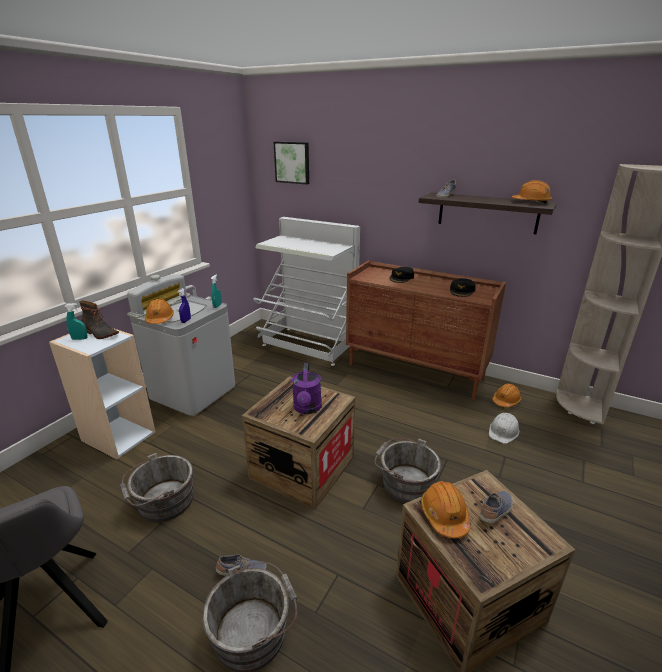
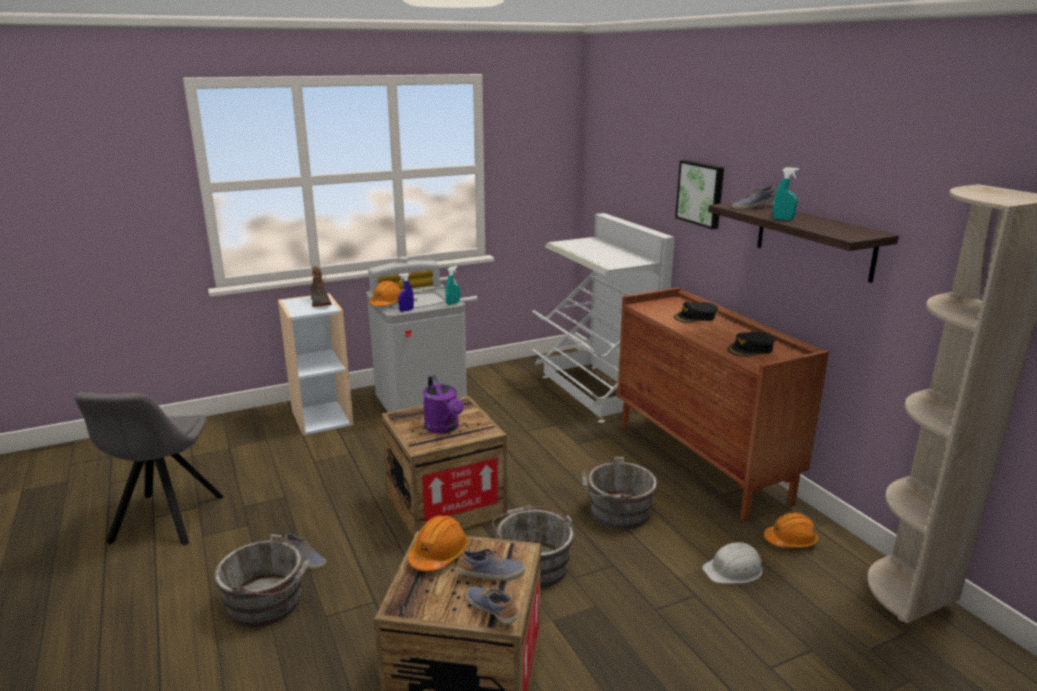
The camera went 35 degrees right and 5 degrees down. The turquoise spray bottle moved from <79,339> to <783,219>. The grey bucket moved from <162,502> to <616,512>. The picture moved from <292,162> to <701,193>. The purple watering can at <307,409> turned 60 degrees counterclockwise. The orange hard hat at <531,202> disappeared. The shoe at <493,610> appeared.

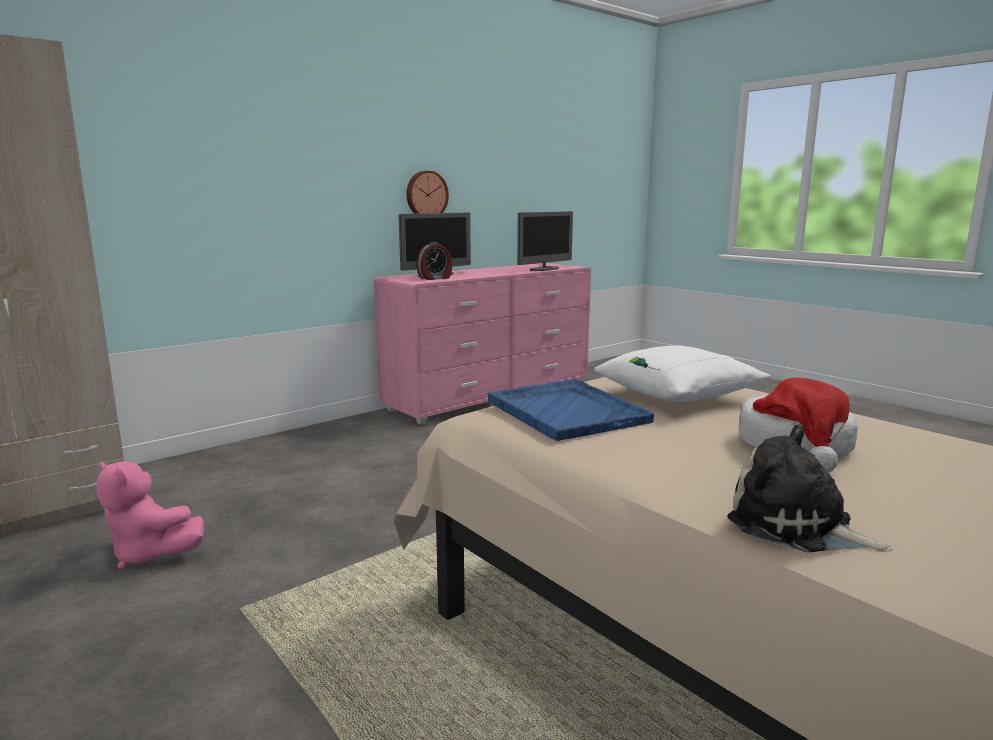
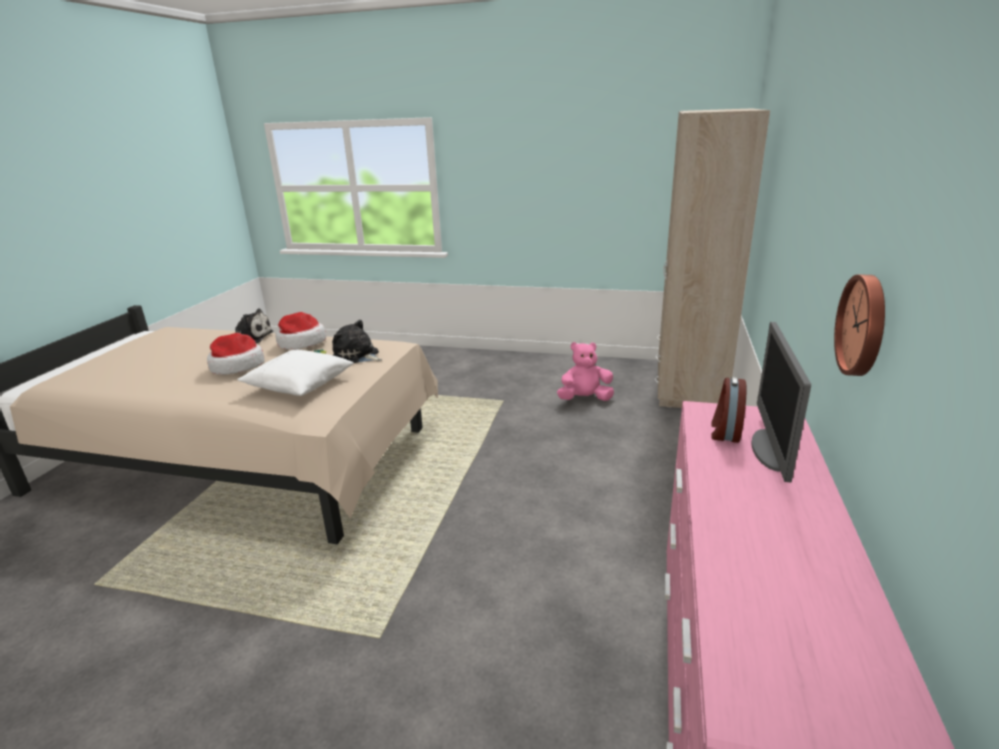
The camera went 145 degrees right and 10 degrees up. The blue tray at <565,411> was replaced by the plush toy at <357,356>. The monitor at <544,269> disappeared. The hat at <301,343> appeared.

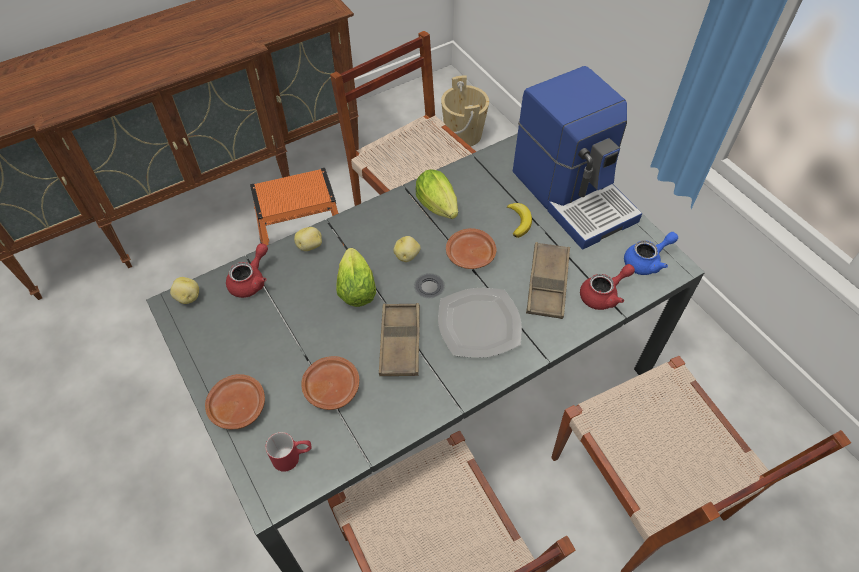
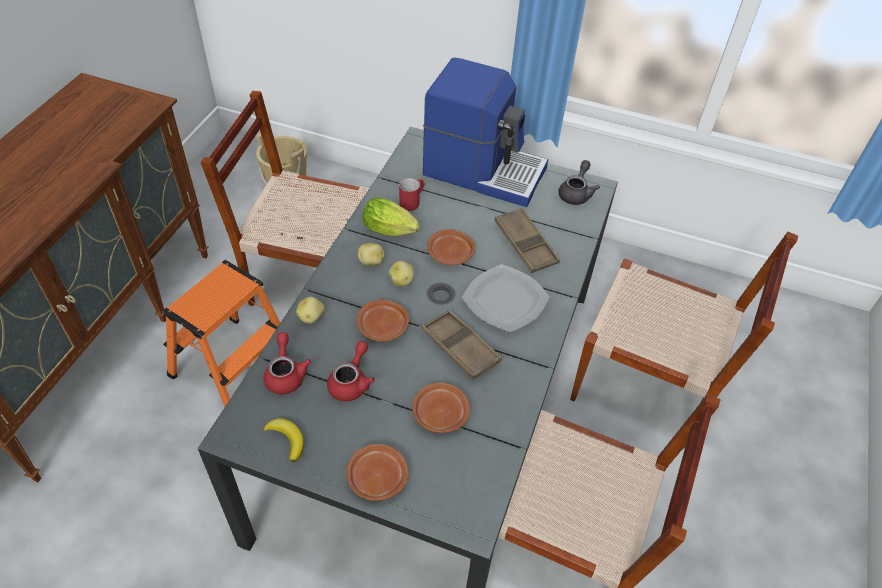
The camera went 40 degrees left and 5 degrees down. The potato moved from <188,297> to <371,262>. The red mug moved from <293,457> to <412,201>. The lettuce at <356,286> was replaced by the brown plate at <383,327>. The banana moved from <519,221> to <287,439>. The red teapot moved from <603,295> to <351,382>. The blue teapot at <646,261> became the grey teapot at <576,193>.

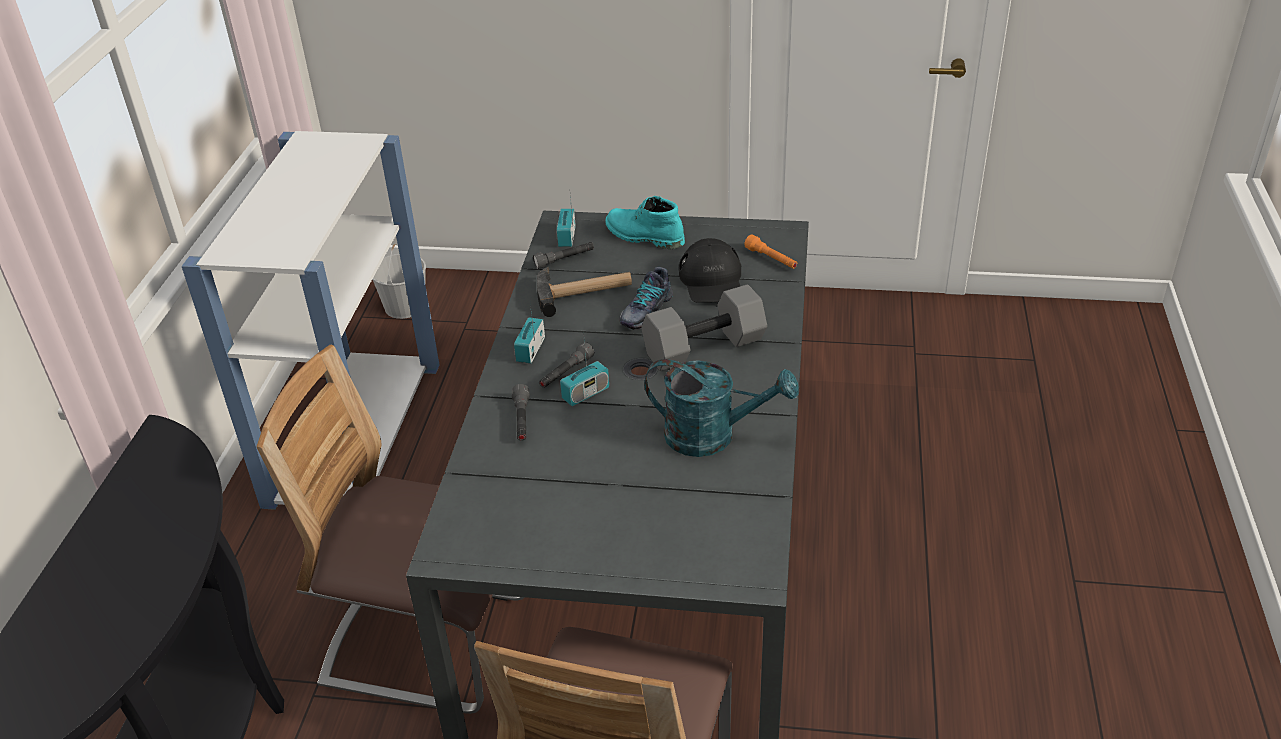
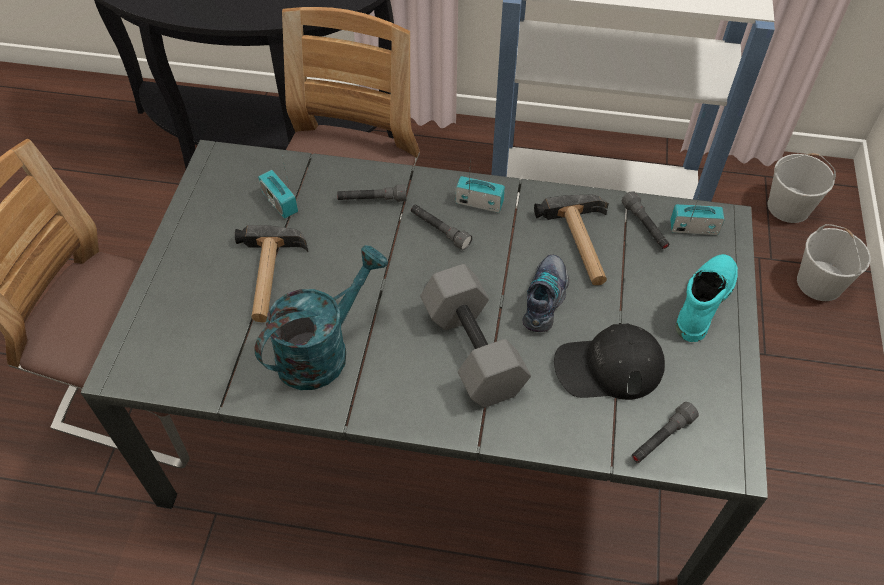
The camera went 90 degrees right and 15 degrees up. The radio moved from <586,393> to <279,203>. The shoe at <645,311> turned 75 degrees clockwise. The turquoise watering can at <713,436> turned 150 degrees counterclockwise. The orange flashlight at <771,259> became the grey flashlight at <661,438>. The hammer at <268,278> appeared. The white bucket at <820,283> appeared.

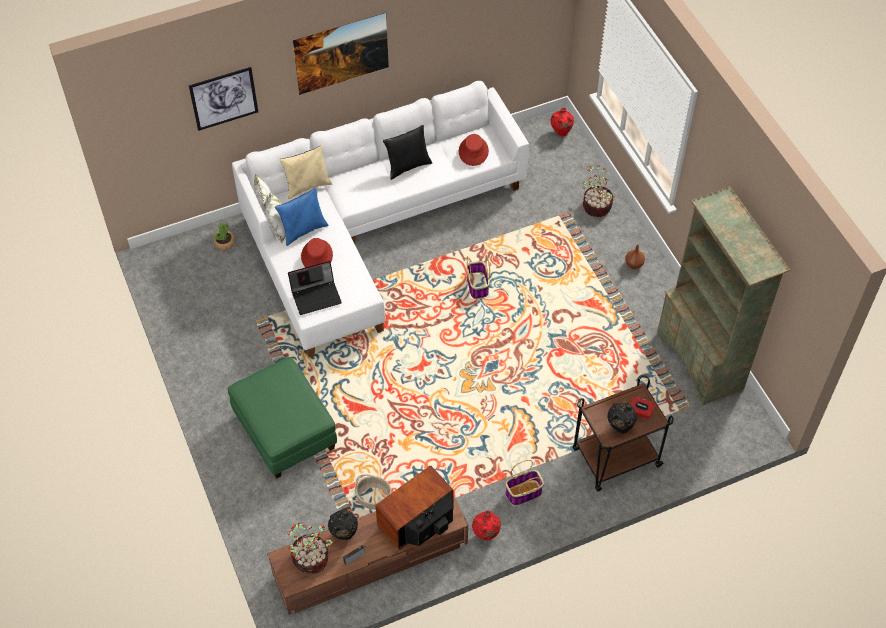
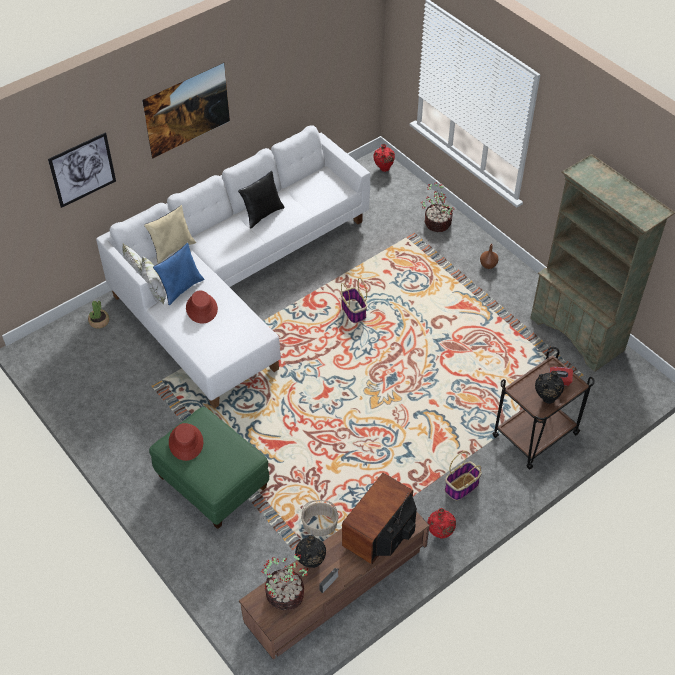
The camera went 15 degrees left and 5 degrees down. The laptop at <316,295> disappeared. The red hat moved from <473,151> to <186,442>.

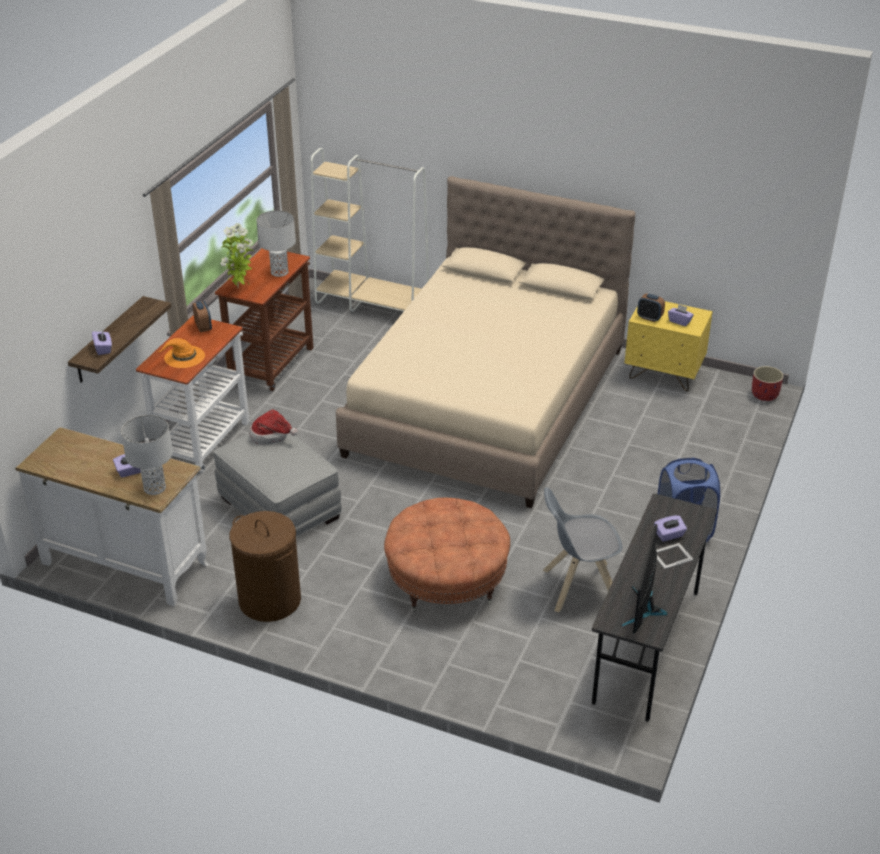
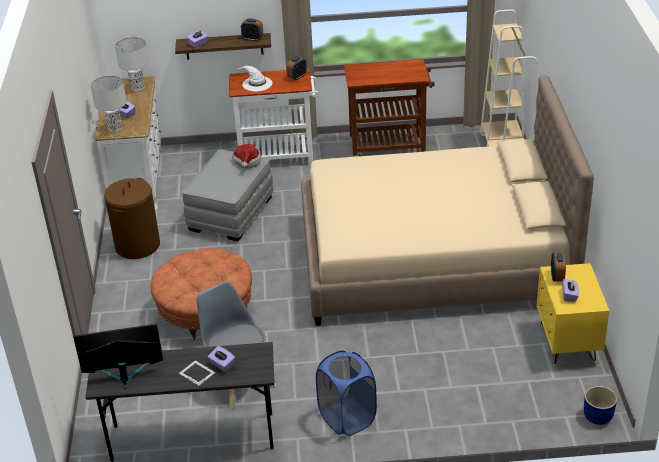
The camera went 65 degrees right and 0 degrees up. The orange hat at <184,357> became the white hat at <256,83>. The potted plant at <239,288> disappeared. The white table lamp moved from <279,272> to <137,88>. The red planter at <765,395> became the blue planter at <598,416>. The alarm clock at <252,39> appeared.

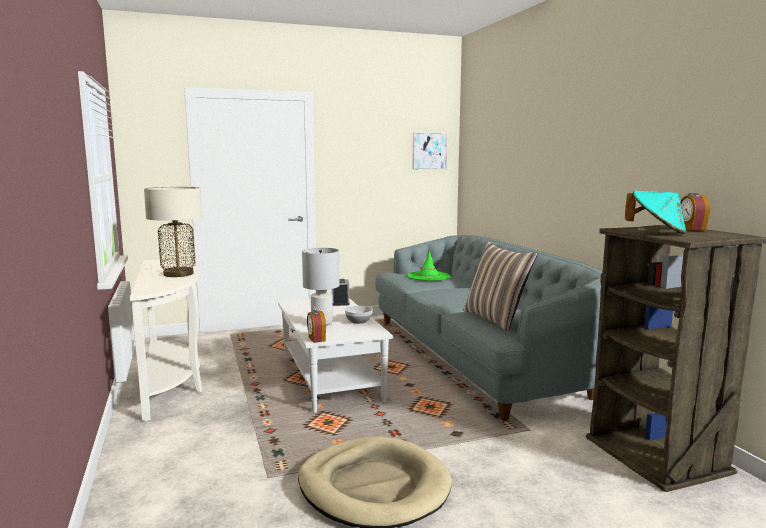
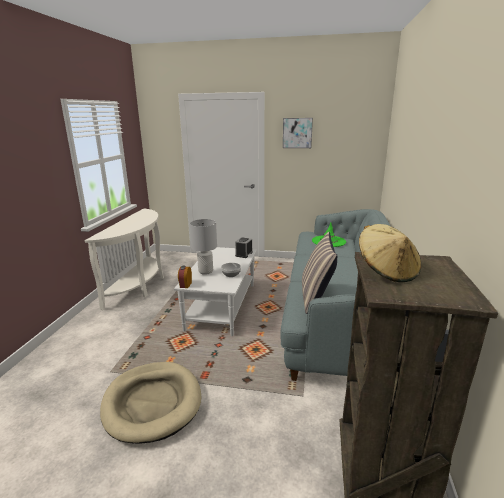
The camera went 30 degrees right and 10 degrees up. The table lamp at <178,274> disappeared. The picture moved from <429,151> to <297,133>. The turquoise hat at <656,232> became the beige hat at <387,271>. The alarm clock at <691,229> disappeared.

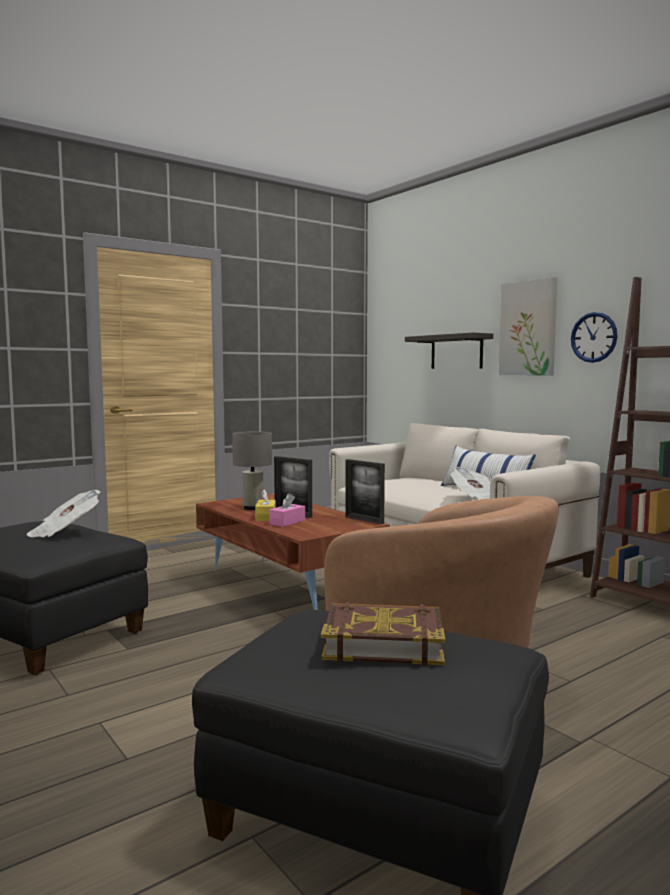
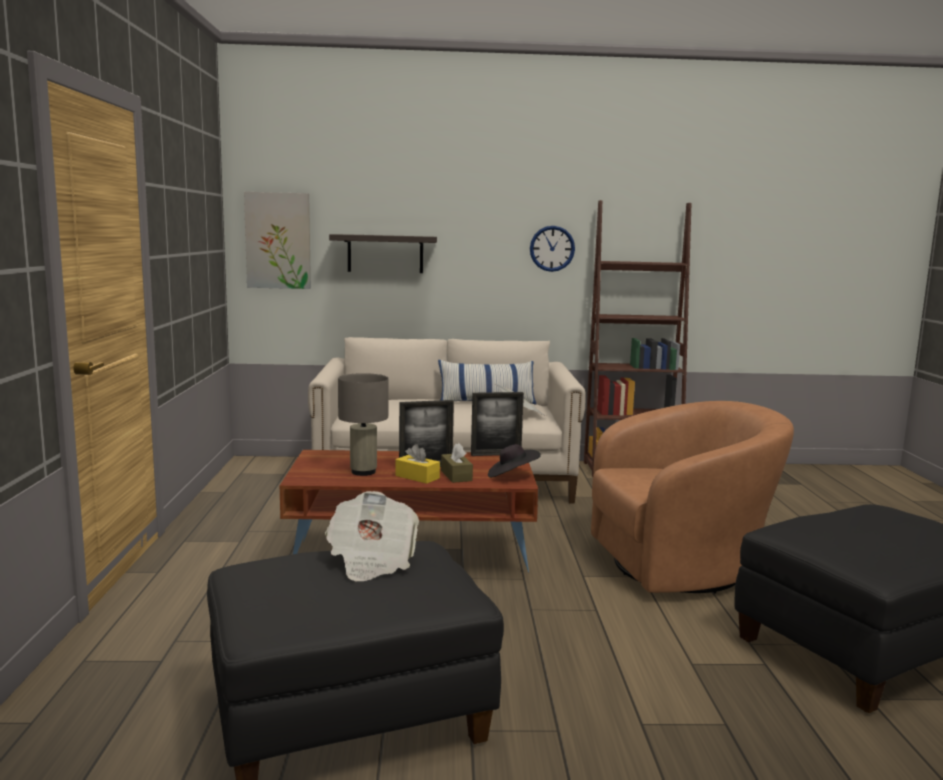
The camera went 55 degrees left and 5 degrees up. The pink tissue box at <287,522> became the brown tissue box at <456,476>. The book at <383,642> disappeared. The picture moved from <528,328> to <278,240>. The black hat at <512,476> appeared.

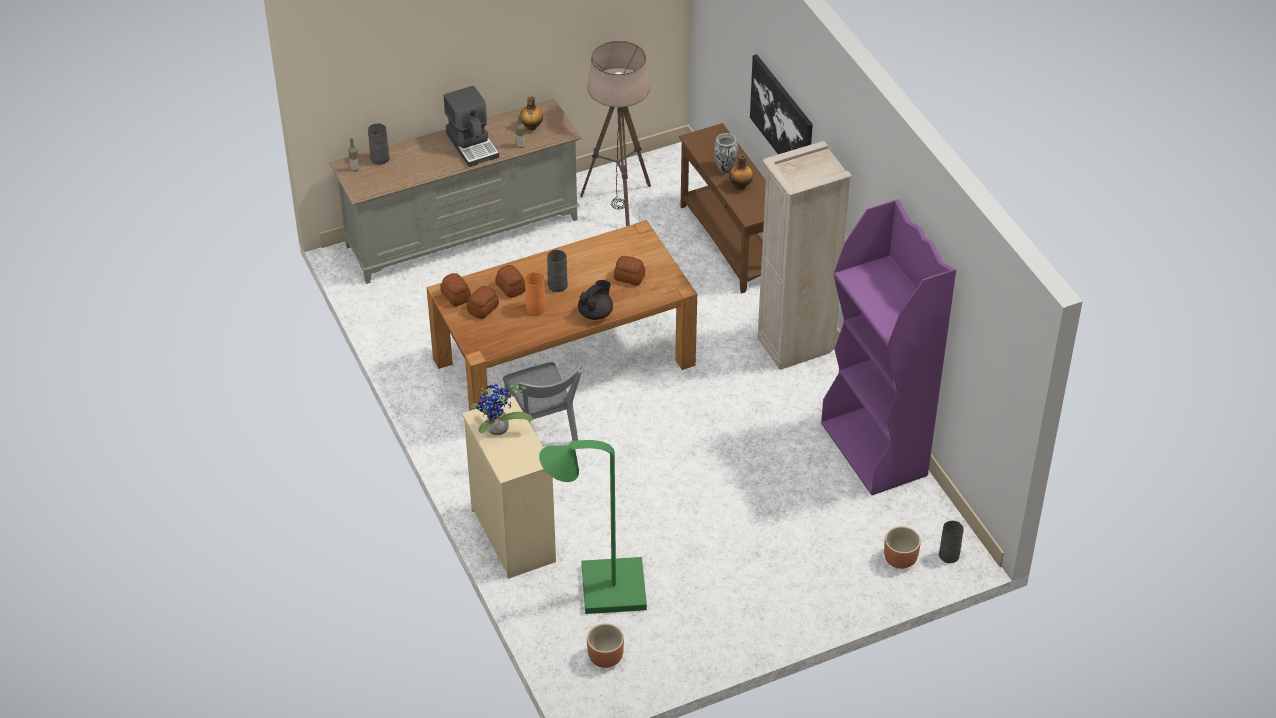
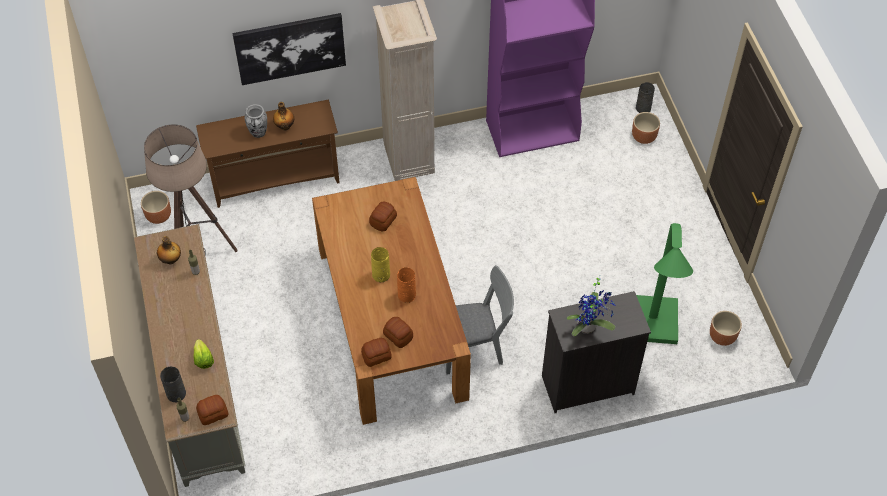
The camera went 80 degrees left and 10 degrees up. The coffee machine at <473,145> disappeared. The beige dresser at <513,535> became the black dresser at <586,384>. The bread moved from <511,287> to <212,413>. The grey vase at <557,285> became the yellow vase at <380,275>. The black teapot at <596,313> disappeared. The brown planter at <158,215> appeared. The lettuce at <203,359> appeared.

